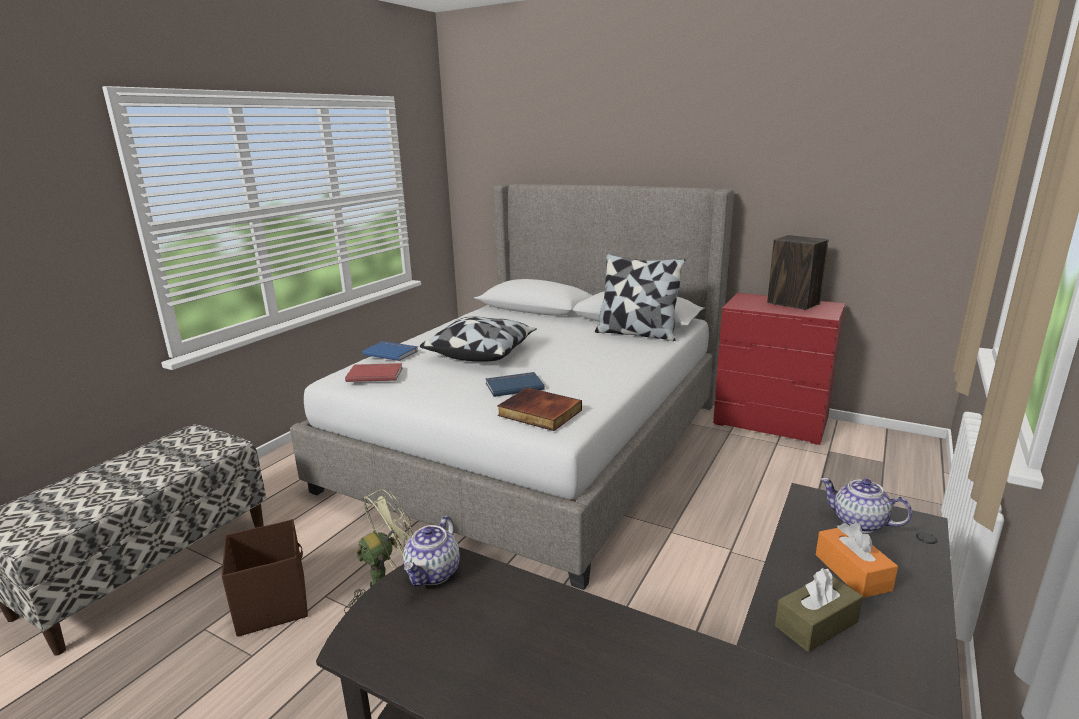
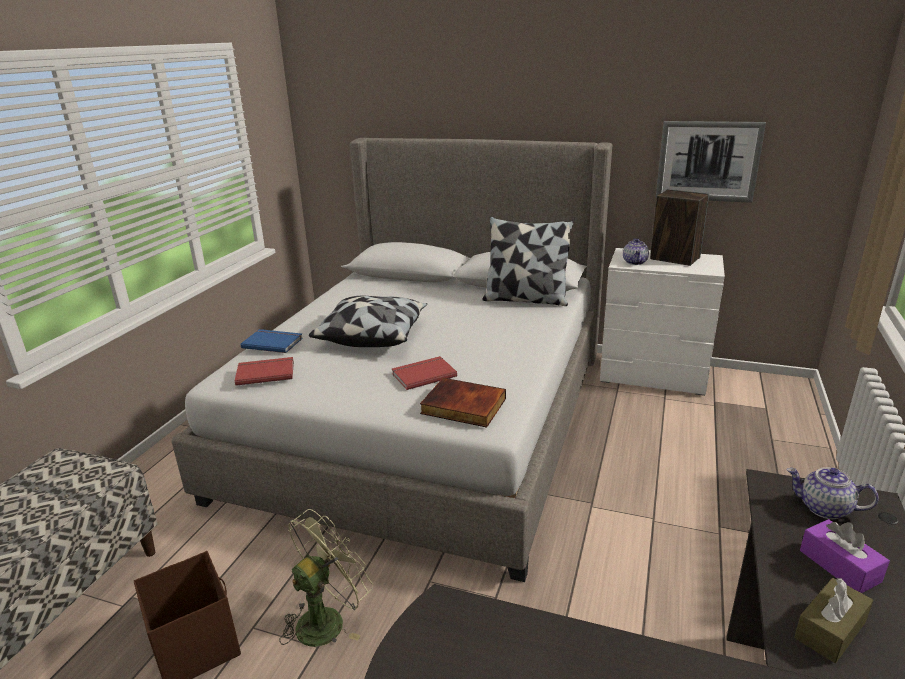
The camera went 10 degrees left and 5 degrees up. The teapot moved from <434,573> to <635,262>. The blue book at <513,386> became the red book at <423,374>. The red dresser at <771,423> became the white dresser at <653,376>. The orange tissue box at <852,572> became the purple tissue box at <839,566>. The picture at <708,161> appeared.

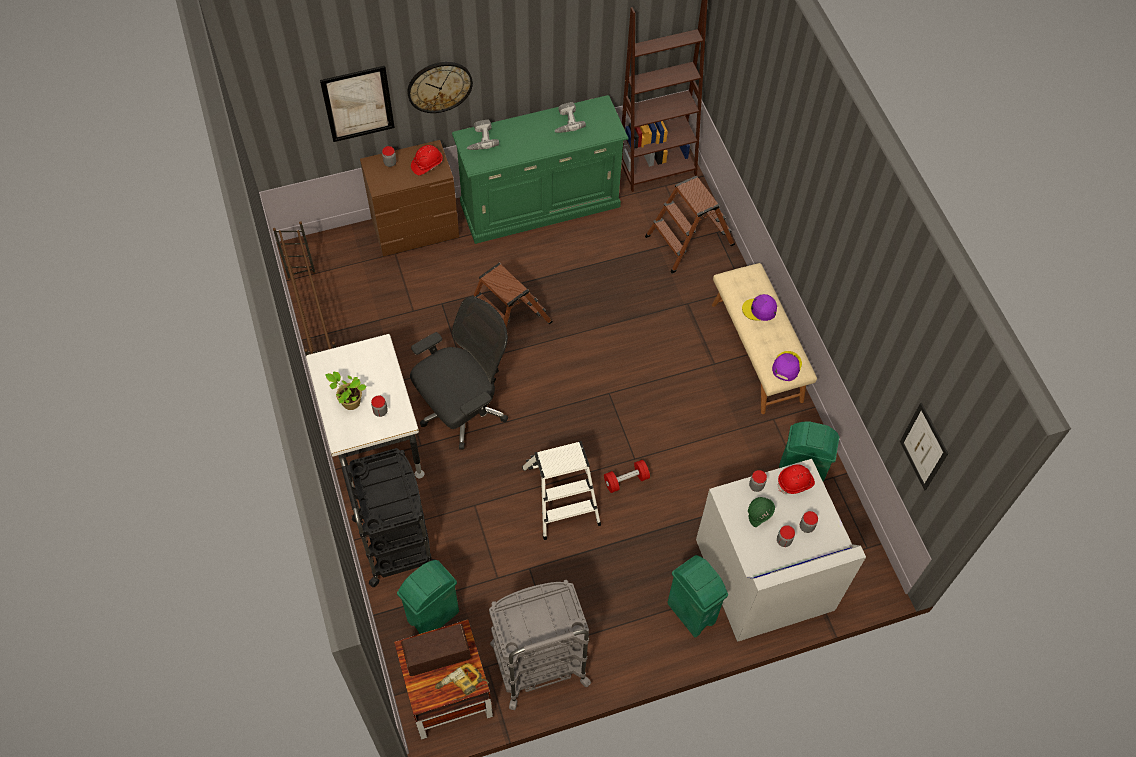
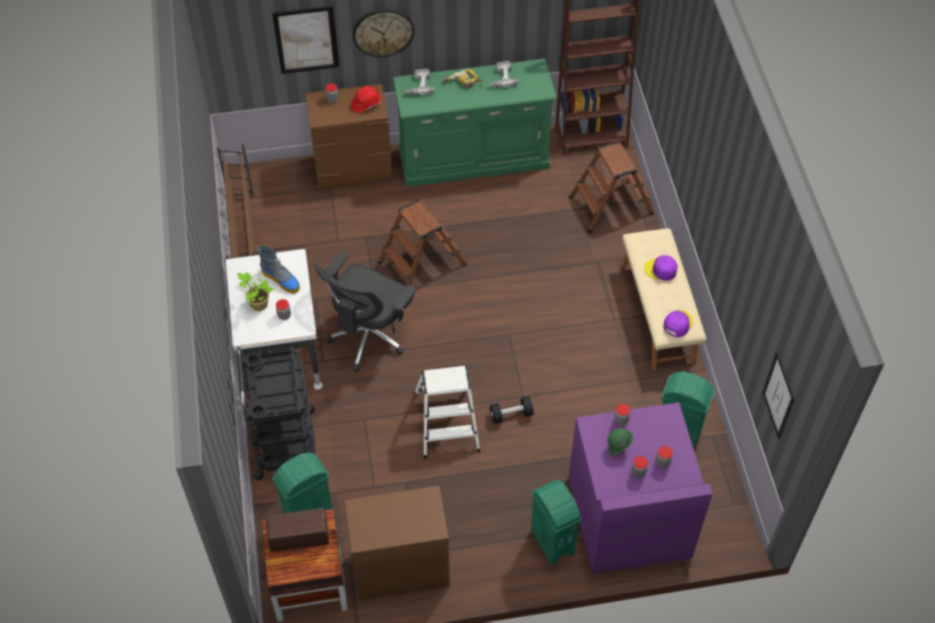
The camera went 10 degrees right and 5 degrees down. The office chair at <464,412> turned 150 degrees clockwise. The power drill moved from <461,685> to <462,83>. The grey cart at <539,663> was replaced by the brown dresser at <400,568>. The red dumbbell at <626,480> became the black dumbbell at <511,415>. The white washing machine at <763,574> became the purple washing machine at <628,516>. The red hard hat at <795,482> disappeared. The boot at <281,280> appeared.

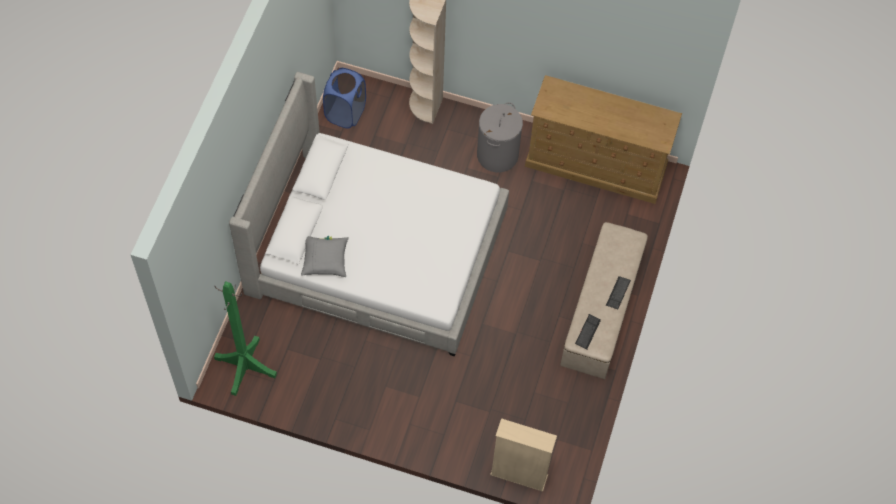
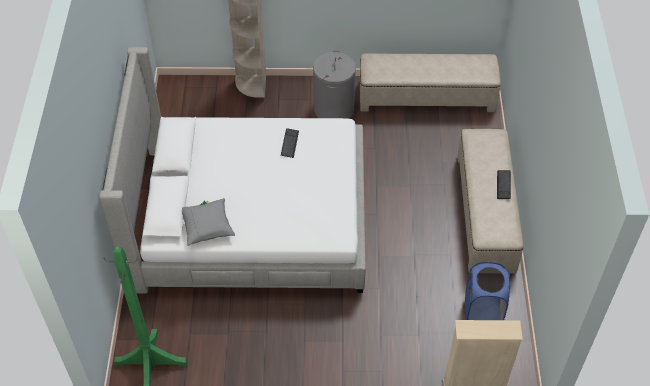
The camera went 15 degrees left and 10 degrees down. The blue laundry basket moved from <345,113> to <482,313>. The brown dresser at <596,166> was replaced by the beige bench at <427,96>. The keyboard moved from <587,332> to <289,143>.

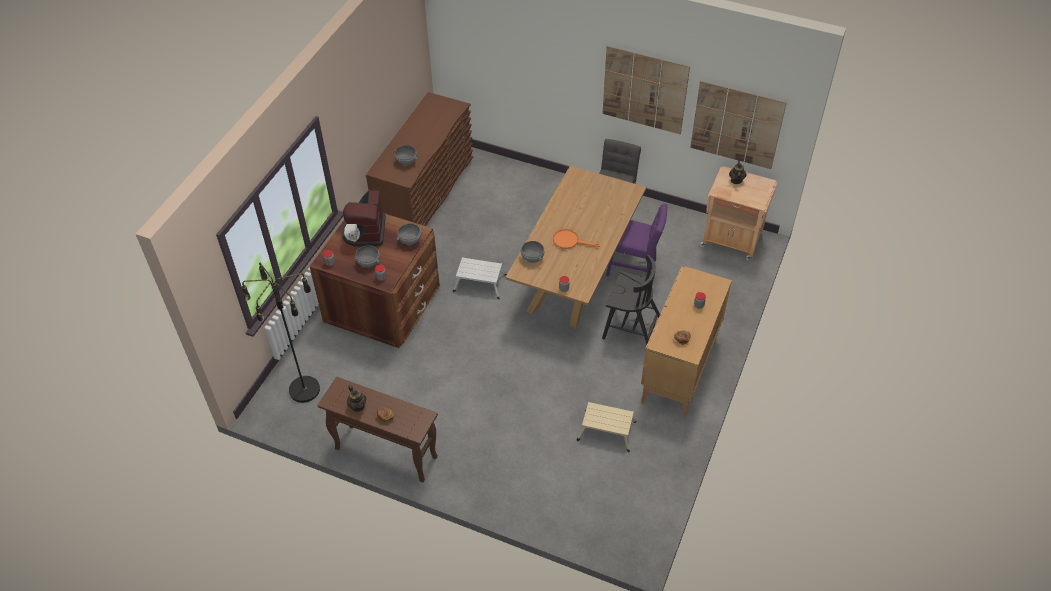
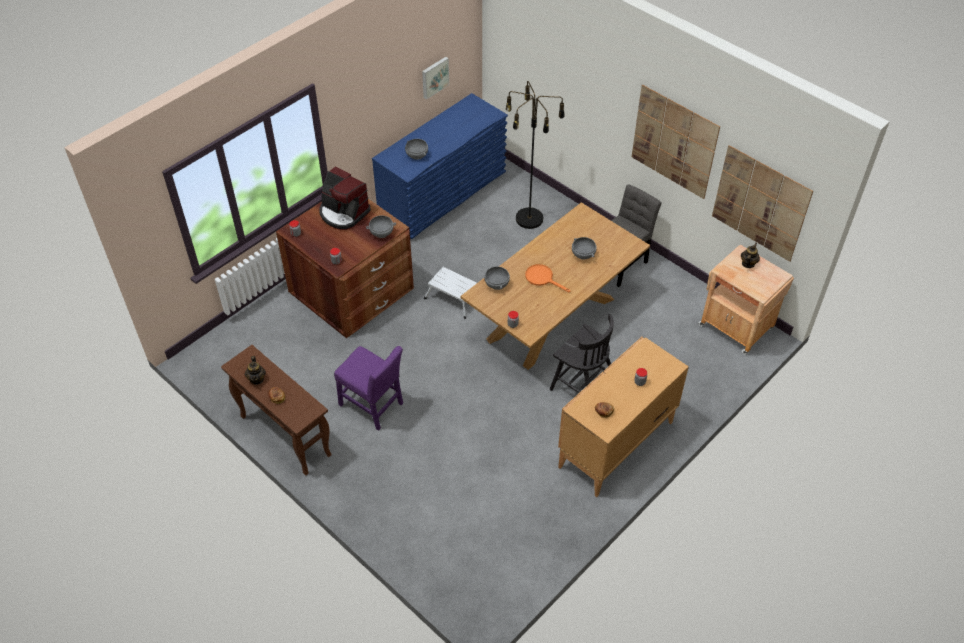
The camera went 20 degrees right and 0 degrees up. The floor lamp moved from <304,390> to <528,219>. The coffee machine at <365,232> turned 75 degrees counterclockwise. The grey bowl moved from <368,263> to <582,255>. The brown dresser at <426,194> became the blue dresser at <443,196>. The beige step ladder at <606,430> disappeared. The purple chair moved from <634,268> to <373,406>. The picture at <434,77> appeared.

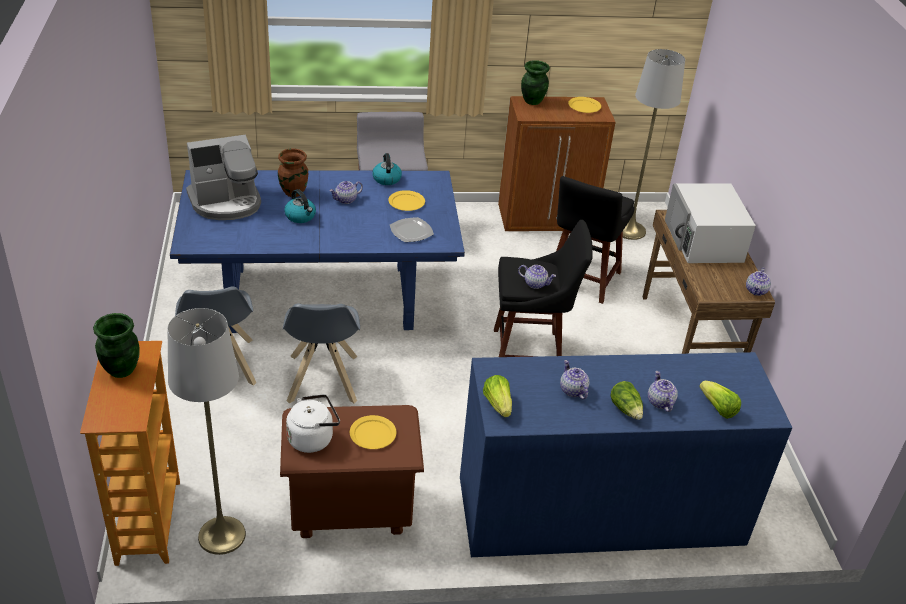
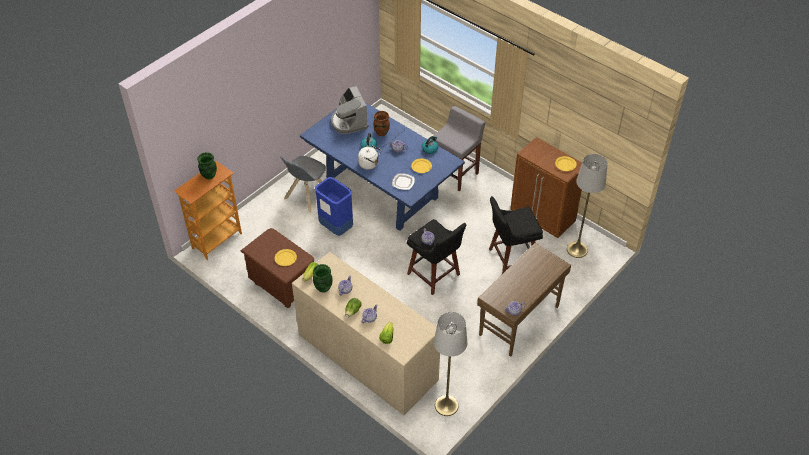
The camera went 50 degrees right and 10 degrees up. The grey floor lamp moved from <221,535> to <446,405>. The coffee machine at <226,202> turned 45 degrees clockwise. The grey chair at <322,380> was replaced by the blue trash can at <336,228>. The white kettle moved from <313,438> to <370,164>. The blue dresser at <599,510> became the beige dresser at <367,357>. The green vase moved from <532,101> to <323,288>. The white microwave at <704,241> disappeared.

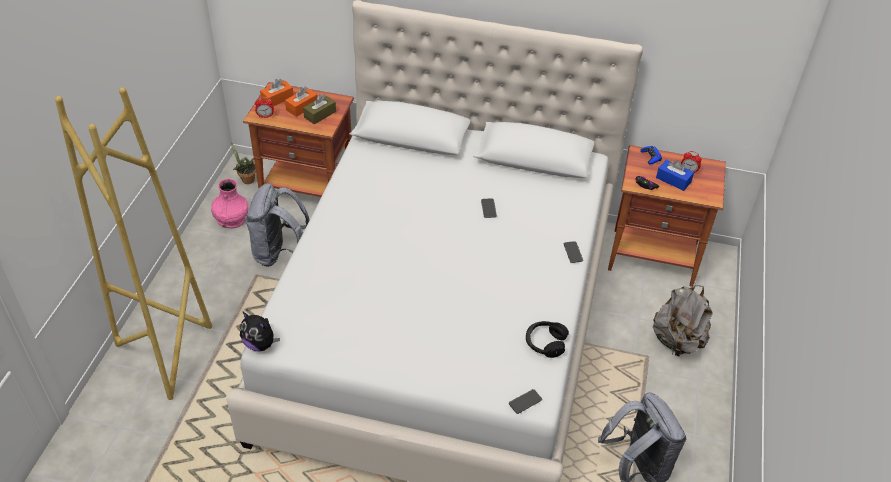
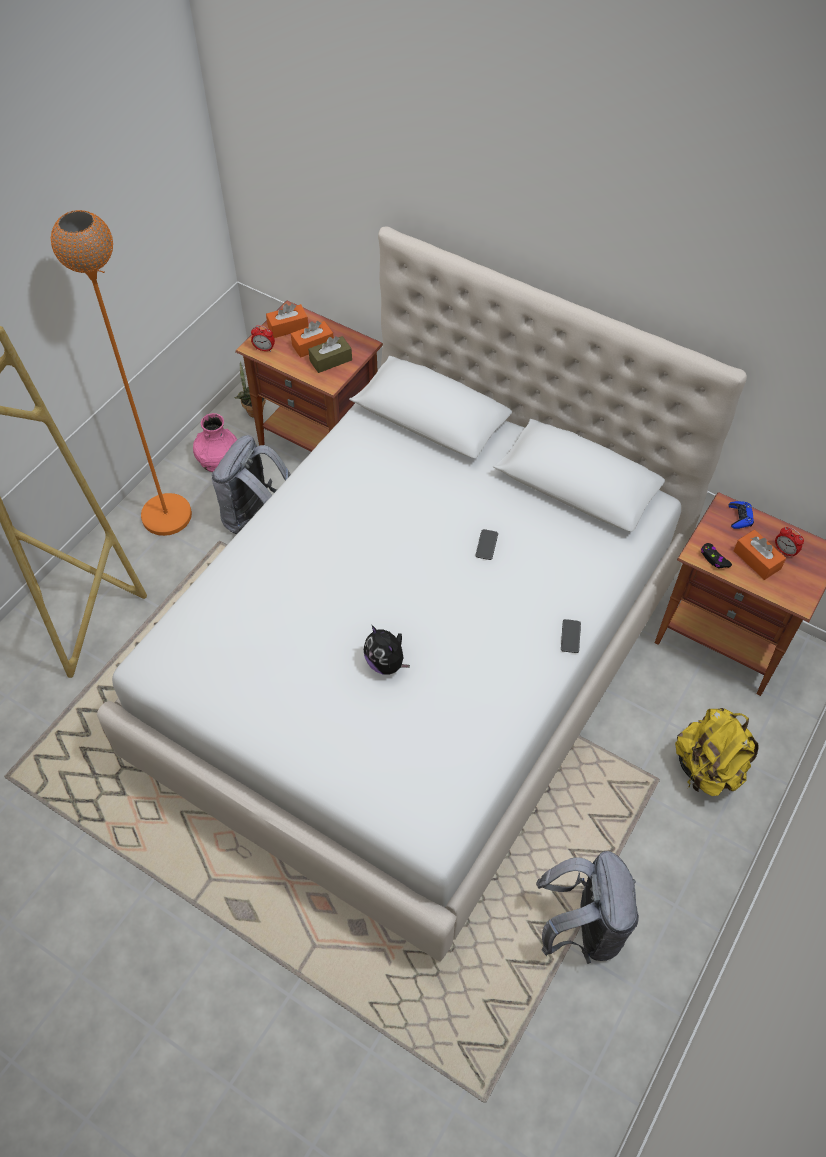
The camera went 20 degrees right and 10 degrees up. The plush toy moved from <260,344> to <386,663>. The phone at <525,402> disappeared. The black headphones at <545,343> disappeared. The grey backpack at <677,341> became the yellow backpack at <707,768>. The blue tissue box at <673,180> became the orange tissue box at <756,560>. The orange floor lamp at <167,515> appeared.

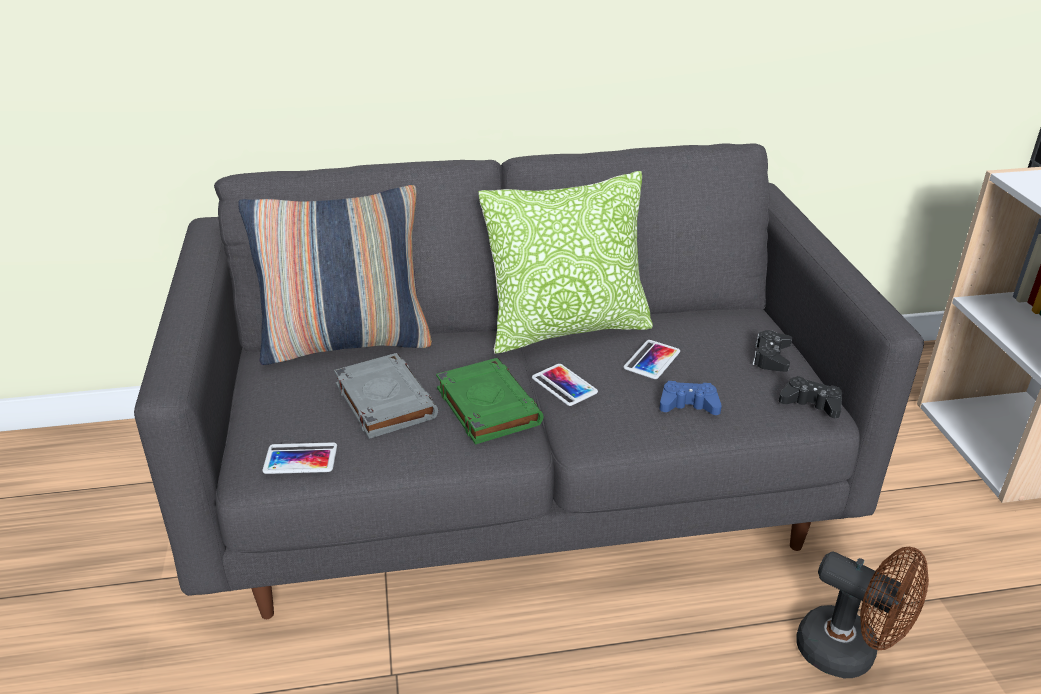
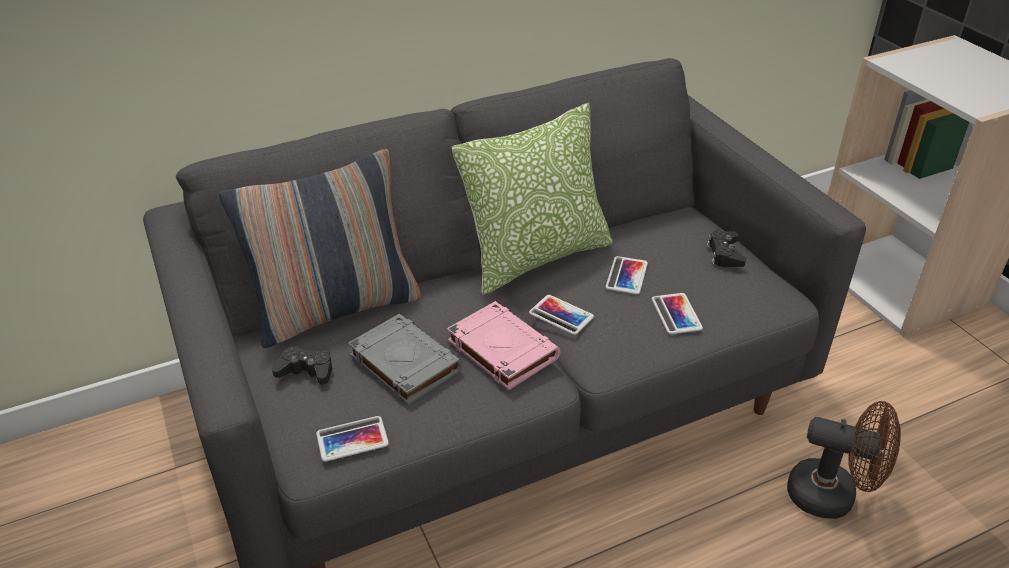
The camera went 15 degrees left and 5 degrees up. The green book at <487,406> became the pink book at <501,349>. The blue game controller at <688,405> was replaced by the phone at <676,314>. The black game controller moved from <811,403> to <306,371>.

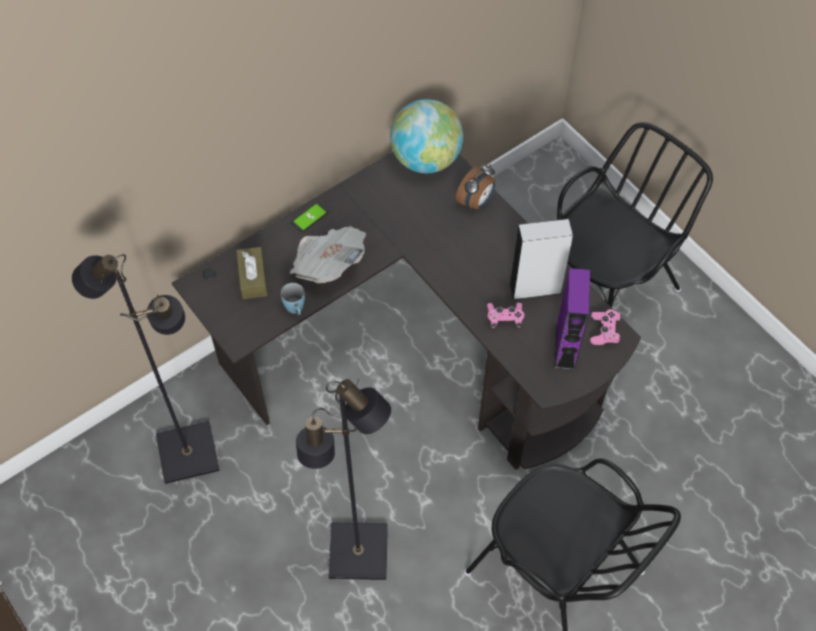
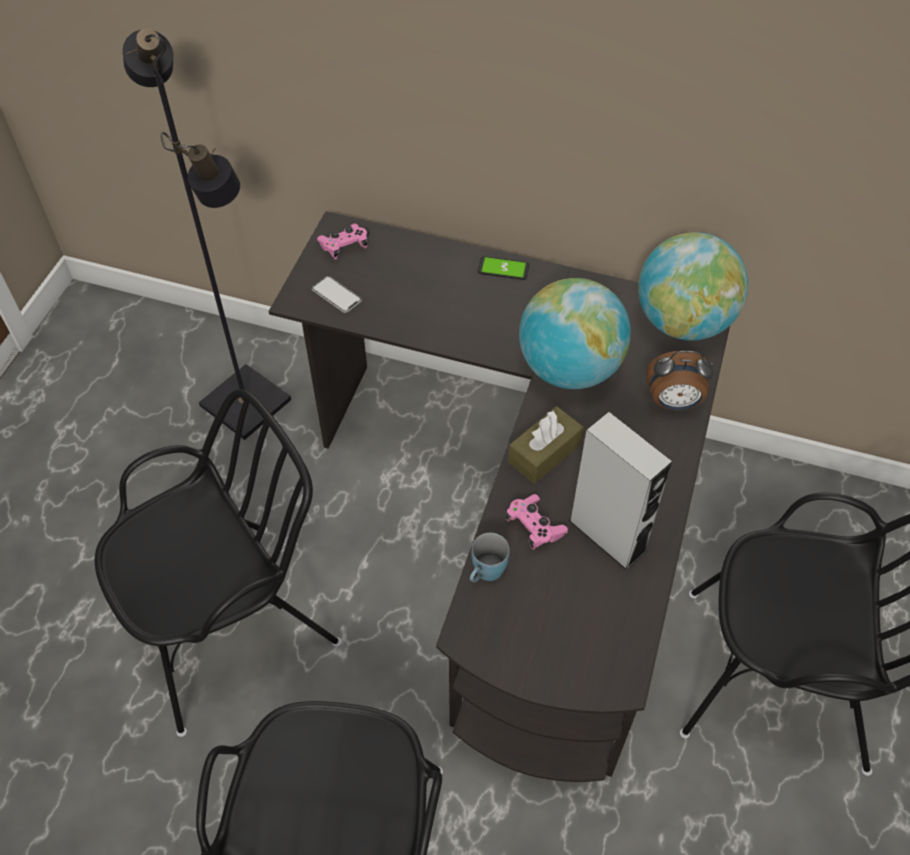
The camera went 55 degrees right and 5 degrees down. The brown tissue box moved from <253,278> to <544,453>. The blue mug moved from <296,309> to <485,574>. The newspaper at <328,264> disappeared. The black floor lamp at <358,551> was replaced by the black chair at <234,621>. The purple speaker at <565,346> disappeared. The pink game controller moved from <604,331> to <344,247>. The phone at <336,295> appeared. The globe at <569,369> appeared.

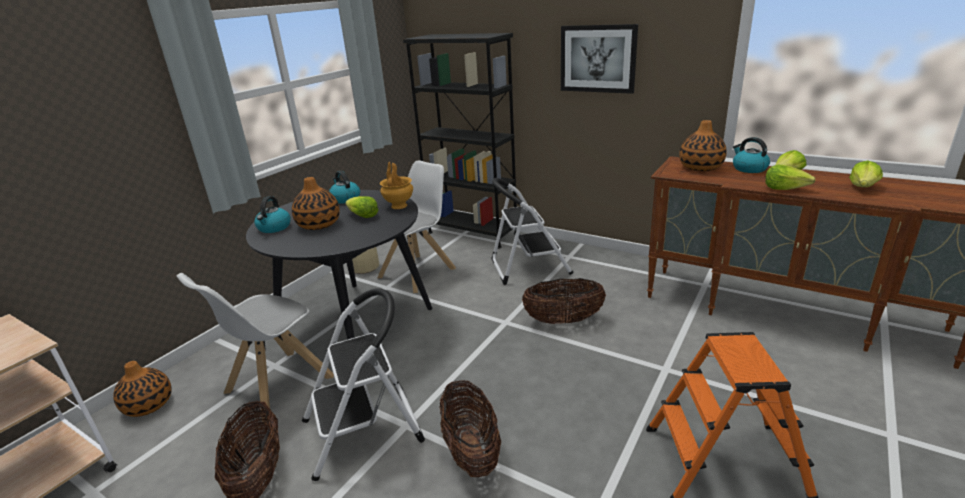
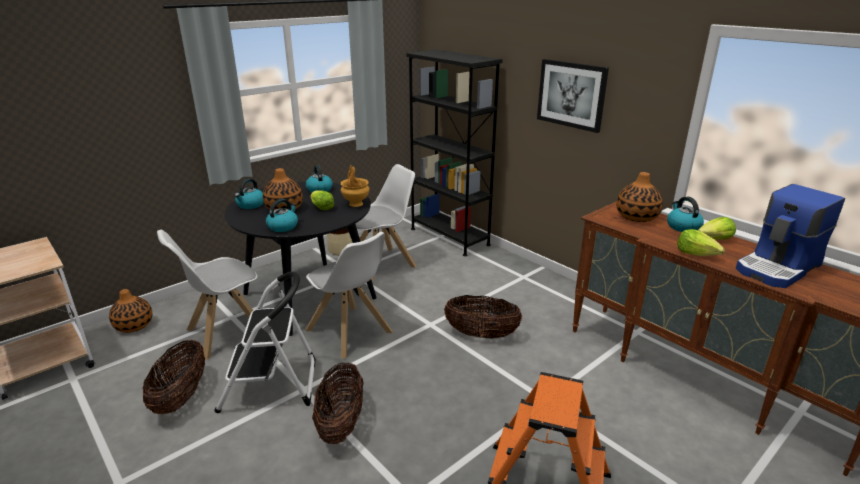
The camera went 15 degrees right and 0 degrees up. The step ladder at <527,267> disappeared. The lettuce at <863,187> was replaced by the coffee machine at <778,268>. The kettle at <283,226> appeared. The chair at <350,332> appeared.

